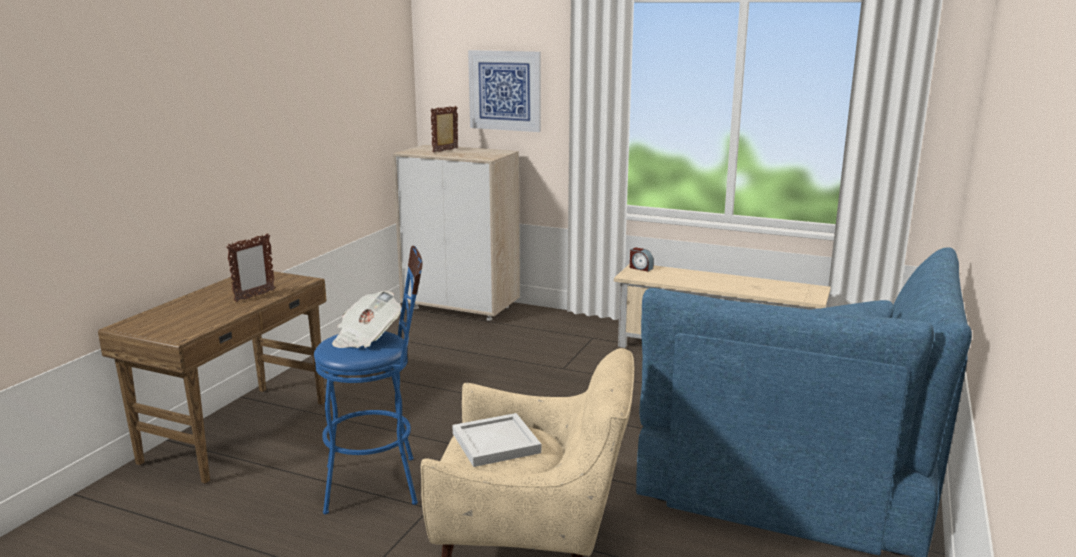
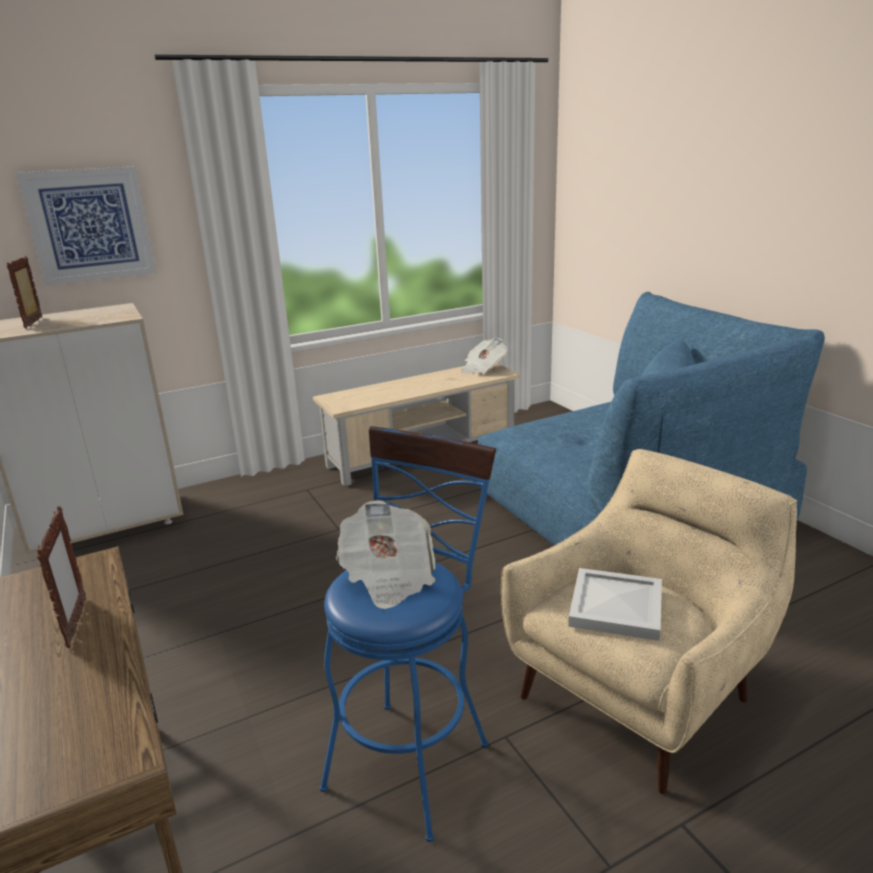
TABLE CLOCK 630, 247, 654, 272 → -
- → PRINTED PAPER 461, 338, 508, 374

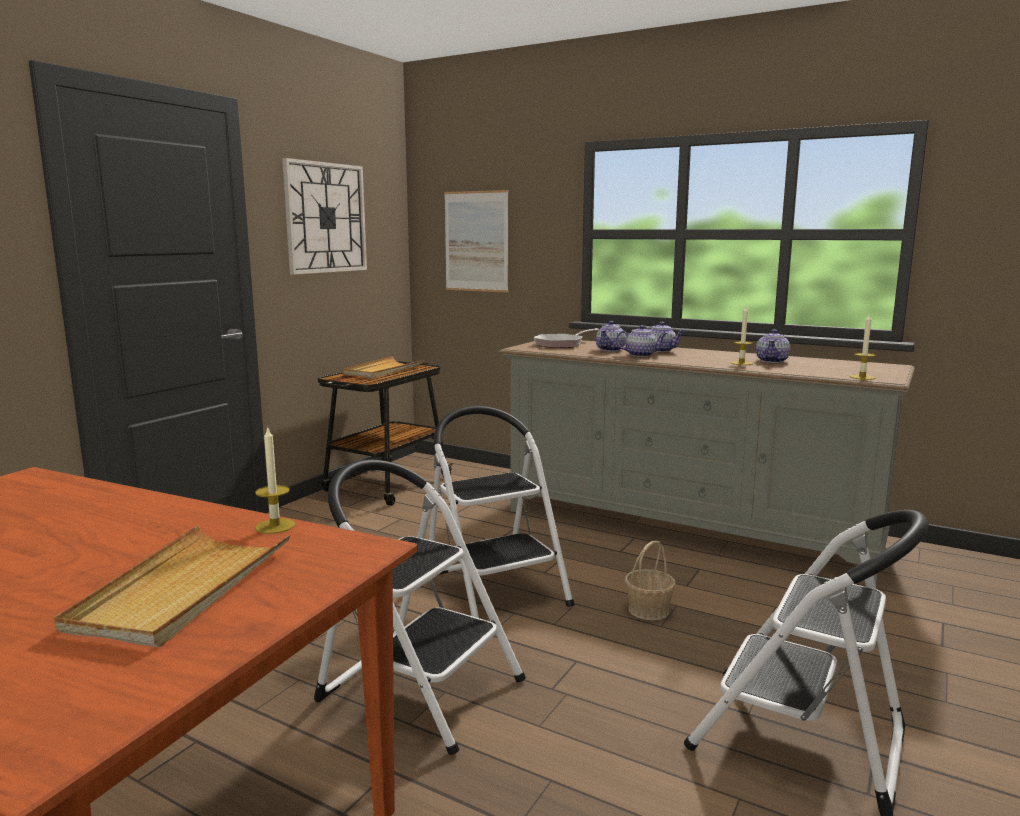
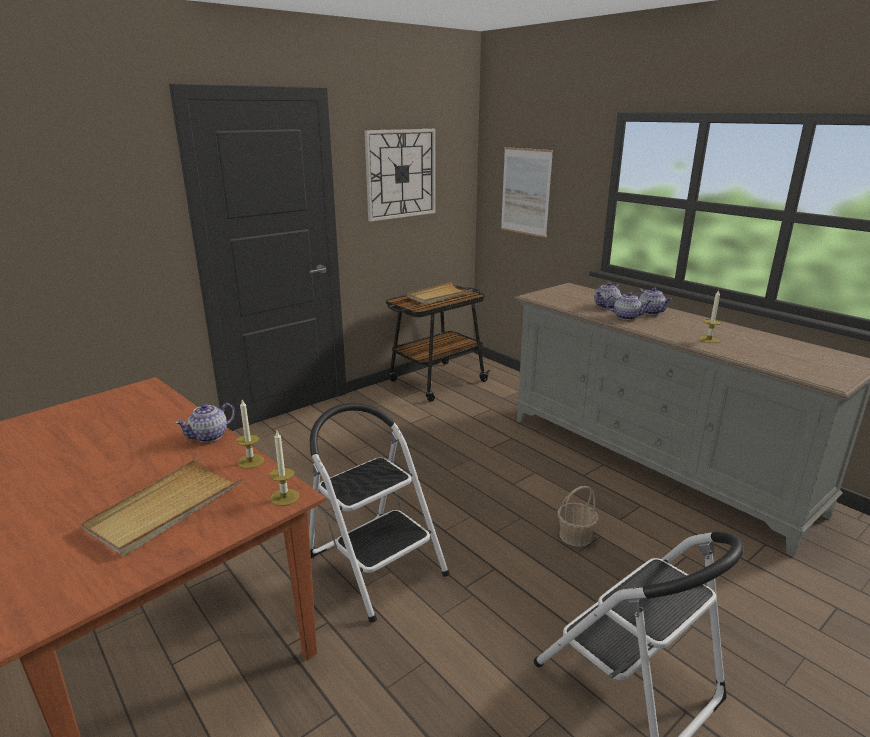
STEP STOOL 429, 406, 574, 618 → -
SKILLET 534, 328, 599, 348 → -
TEAPOT 756, 329, 790, 363 → TEAPOT 175, 403, 235, 443, shifted
CANDLE 849, 314, 876, 380 → CANDLE 269, 431, 299, 506, shifted

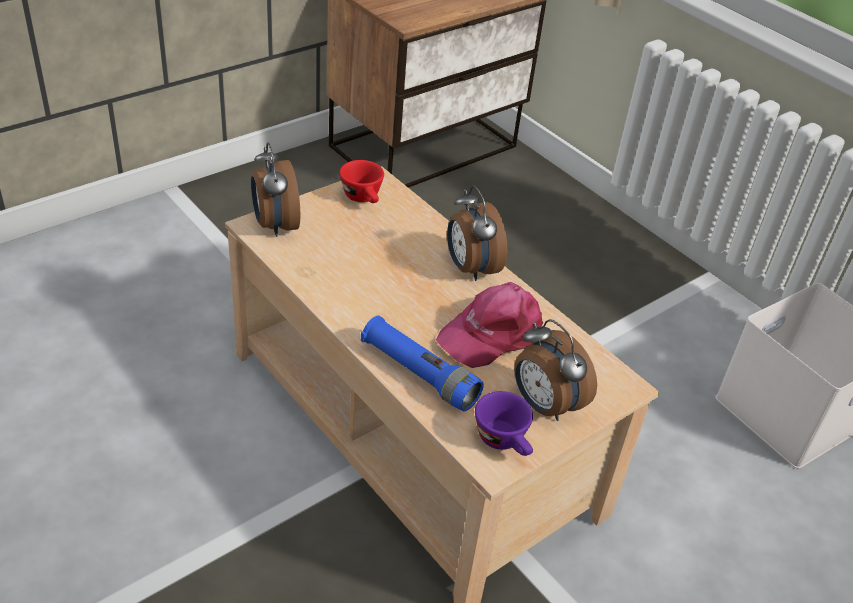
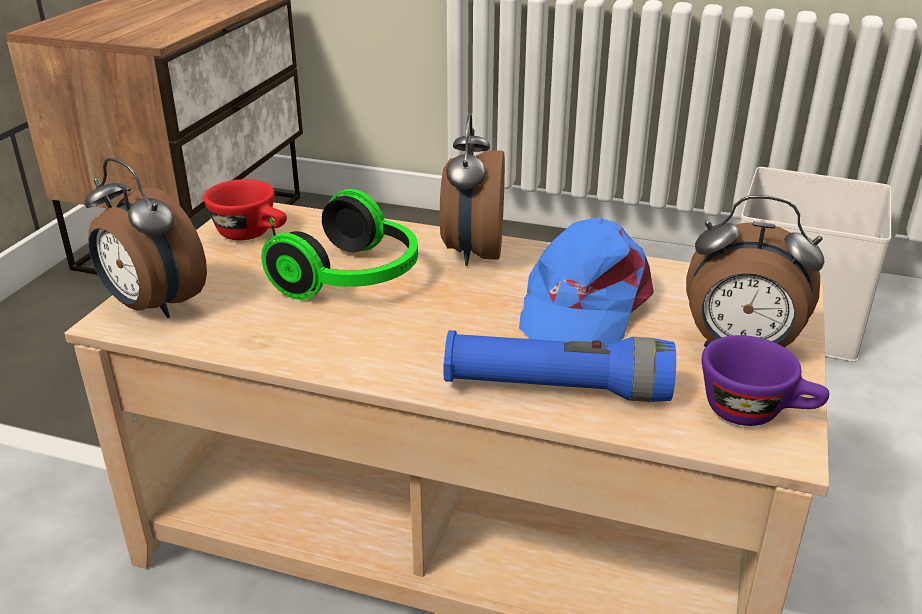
PINK-COLOURED PEAKED CAP 436, 282, 543, 368 → BLUISH PEAKED CAP 519, 217, 654, 344
TABLE CLOCK 447, 185, 507, 281 → TABLE CLOCK 440, 112, 505, 266, 60 degrees clockwise
- → HEADPHONES 261, 189, 418, 300

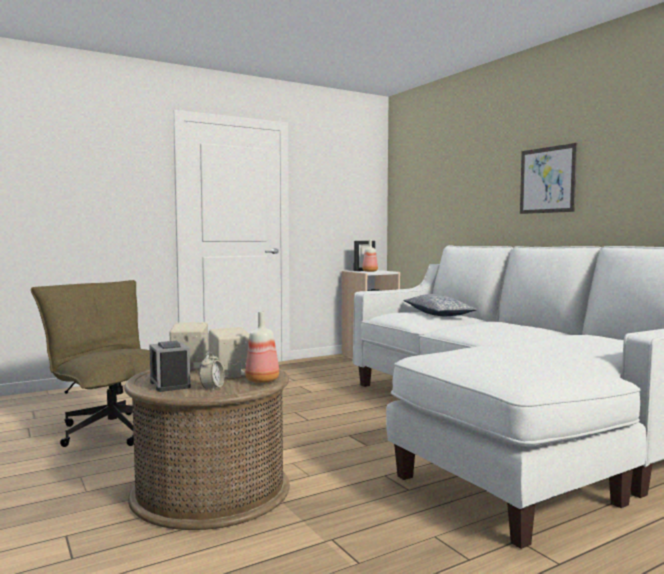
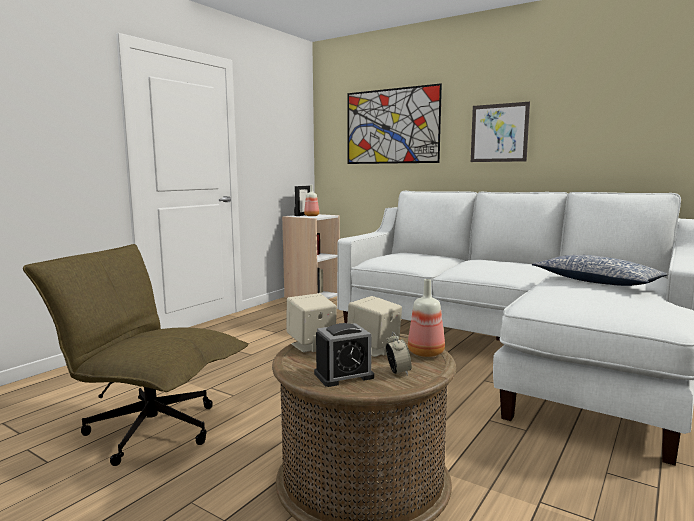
TABLE CLOCK 149, 341, 191, 392 → TABLE CLOCK 314, 323, 374, 387, 60 degrees counterclockwise
PILLOW 404, 294, 477, 316 → PILLOW 532, 255, 669, 286, shifted
- → PICTURE 347, 83, 442, 164

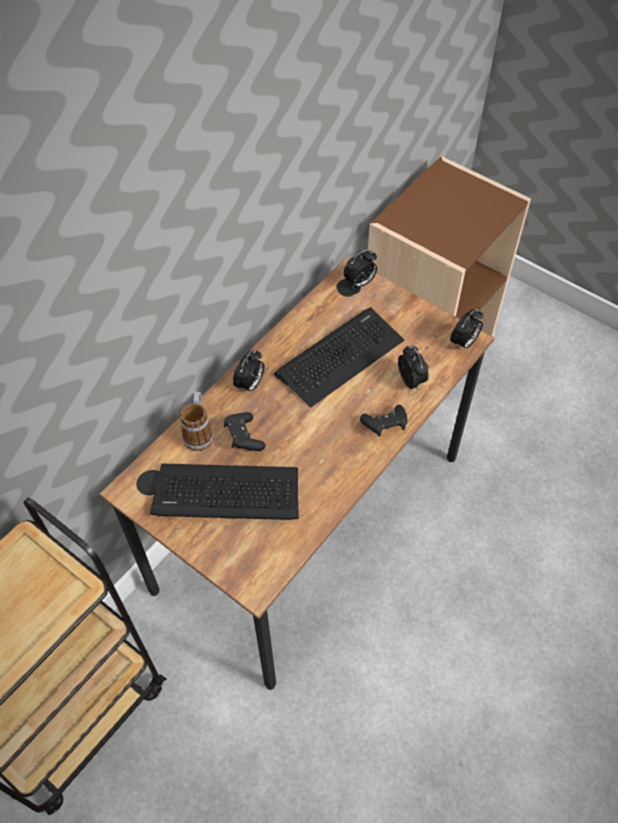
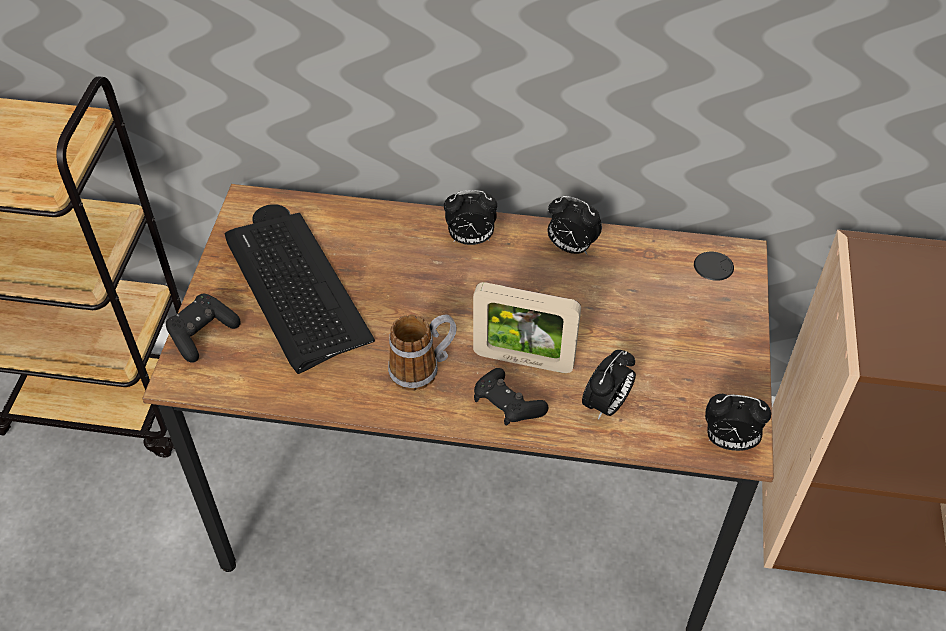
MUG 180, 392, 214, 451 → MUG 388, 315, 457, 391, shifted
BLACK-COLOURED GAME CONTROLLER 224, 412, 265, 451 → BLACK-COLOURED GAME CONTROLLER 166, 294, 241, 363, shifted
PC KEYBOARD 274, 307, 404, 407 → -
TABLE CLOCK 343, 249, 377, 288 → TABLE CLOCK 548, 196, 602, 255, shifted
- → PHOTO FRAME 473, 282, 581, 373

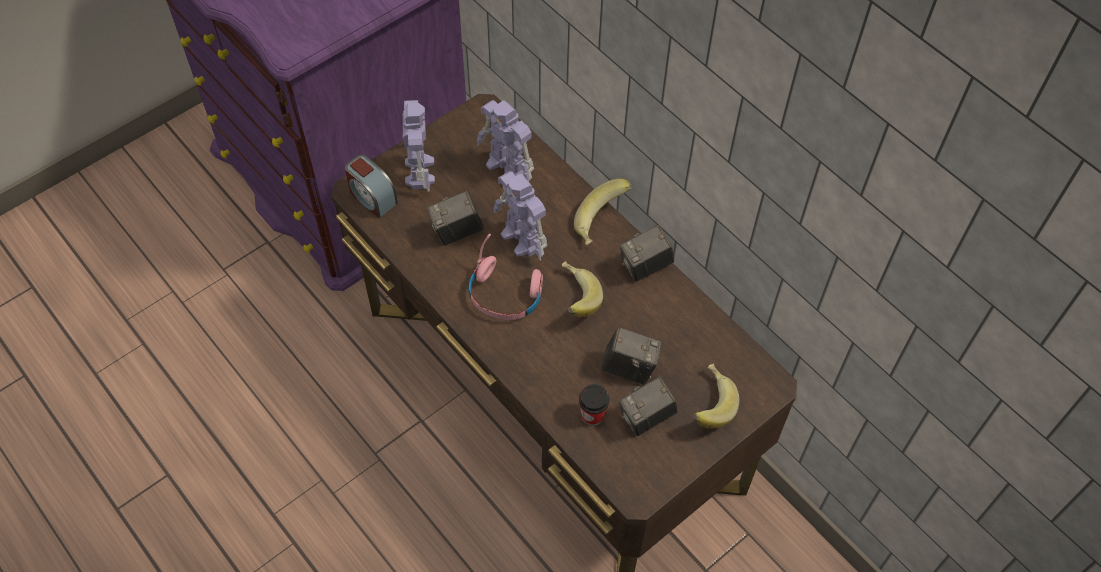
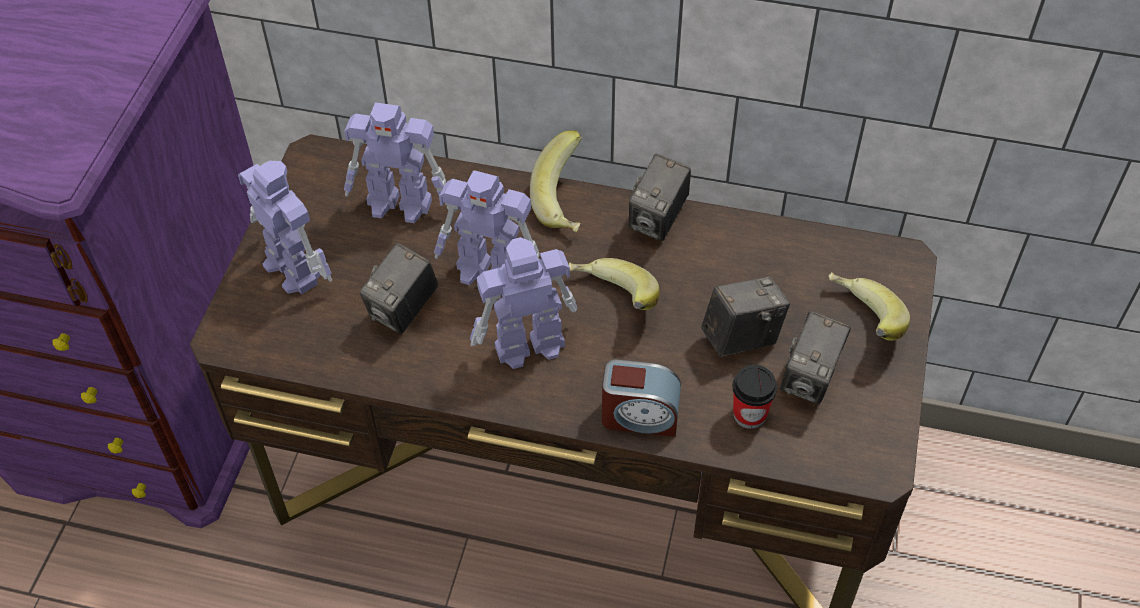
TABLE CLOCK 345, 155, 398, 218 → TABLE CLOCK 602, 359, 681, 437, shifted
PINK-COLOURED HEADPHONES 468, 234, 543, 320 → MODEL ROBOT 470, 237, 578, 369

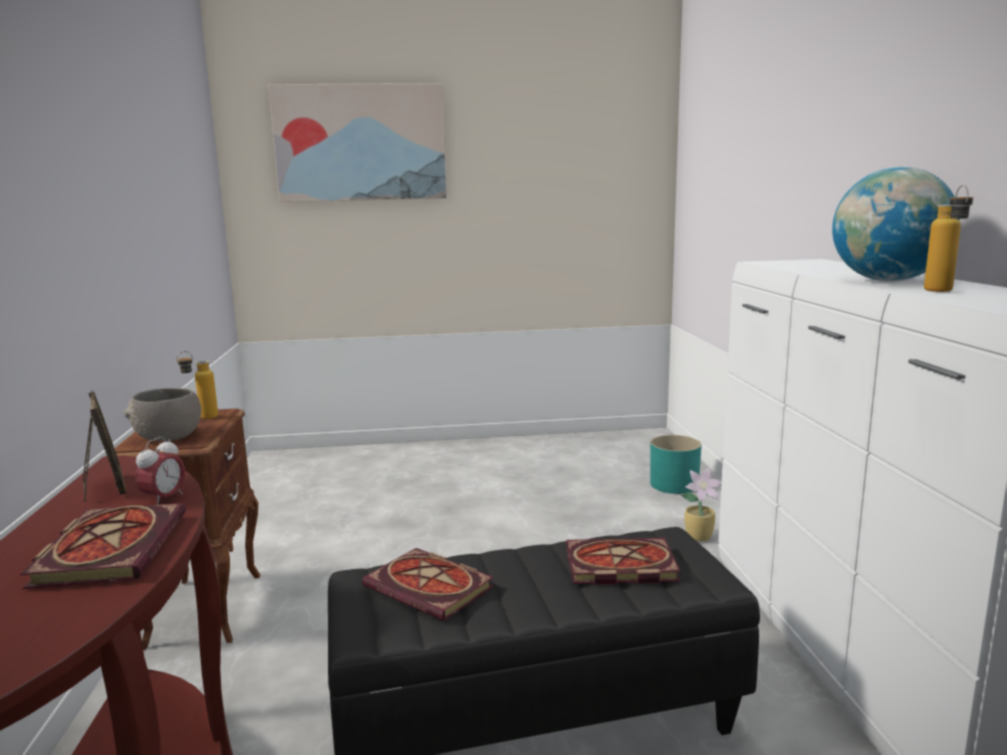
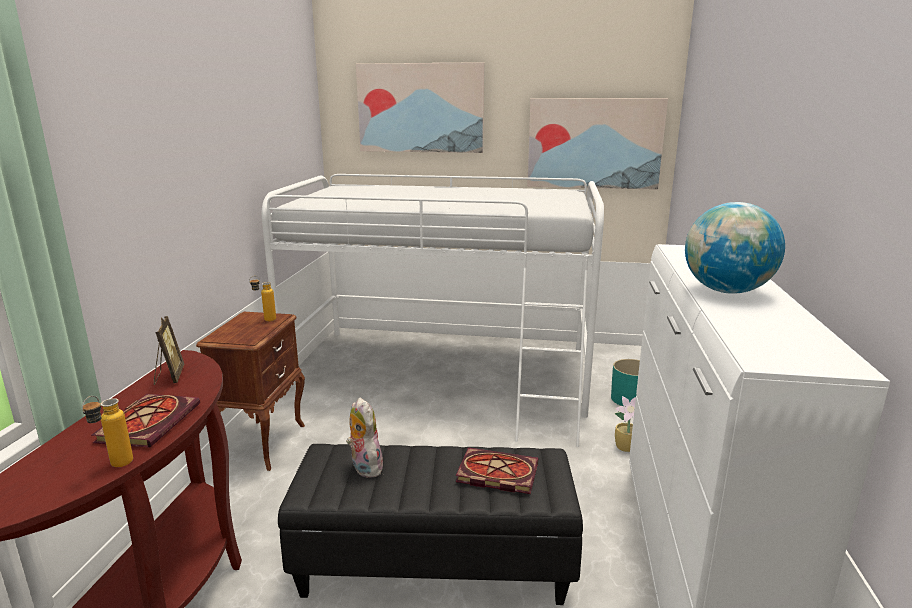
GREY SERVING BOWL 124, 388, 201, 441 → -
TABLE CLOCK 136, 437, 185, 505 → -
BOOK 362, 548, 494, 621 → SOFT TOY 346, 398, 383, 478
BEVERAGE BOTTLE 924, 185, 973, 292 → BEVERAGE BOTTLE 82, 396, 133, 467, shifted
- → WHITE BED 261, 174, 604, 447
- → PICTURE 527, 98, 668, 190

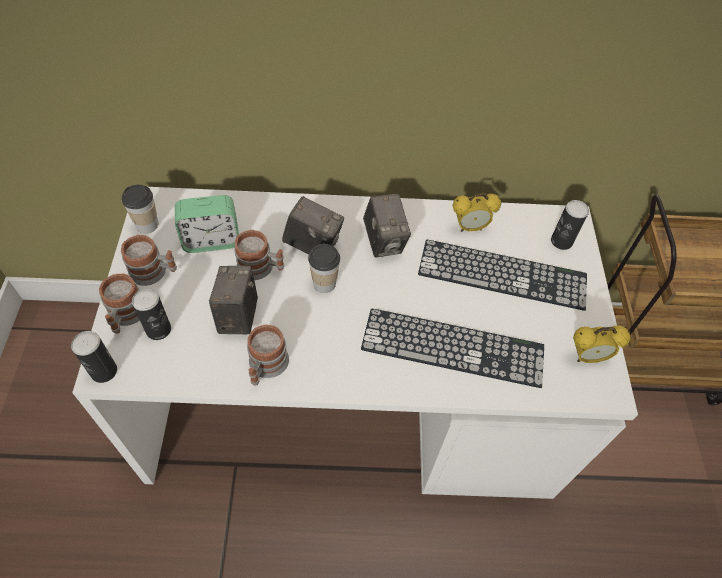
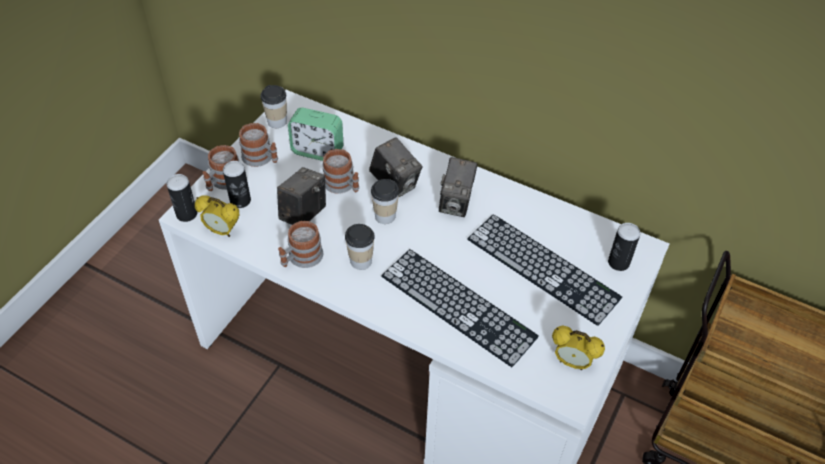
TABLE CLOCK 453, 193, 501, 232 → TABLE CLOCK 195, 195, 239, 237, shifted
- → DRINKING CUP 345, 224, 375, 270

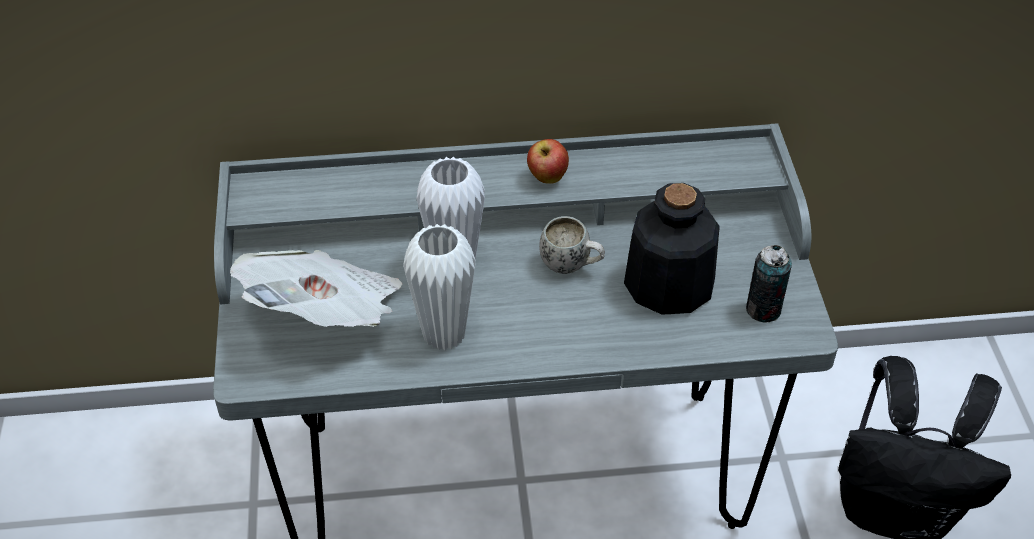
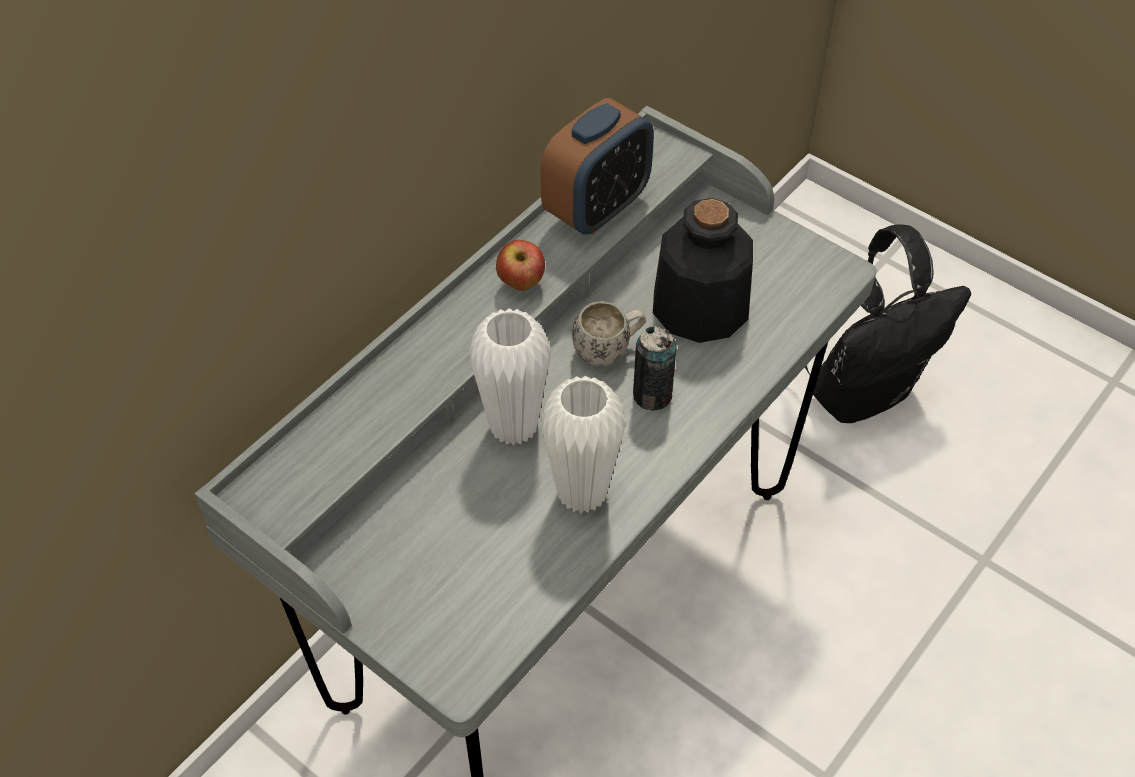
PRINTED PAPER 230, 250, 403, 327 → -
SEALED CAN 746, 245, 792, 323 → SEALED CAN 633, 326, 677, 411, shifted
- → TABLE CLOCK 541, 98, 654, 235

